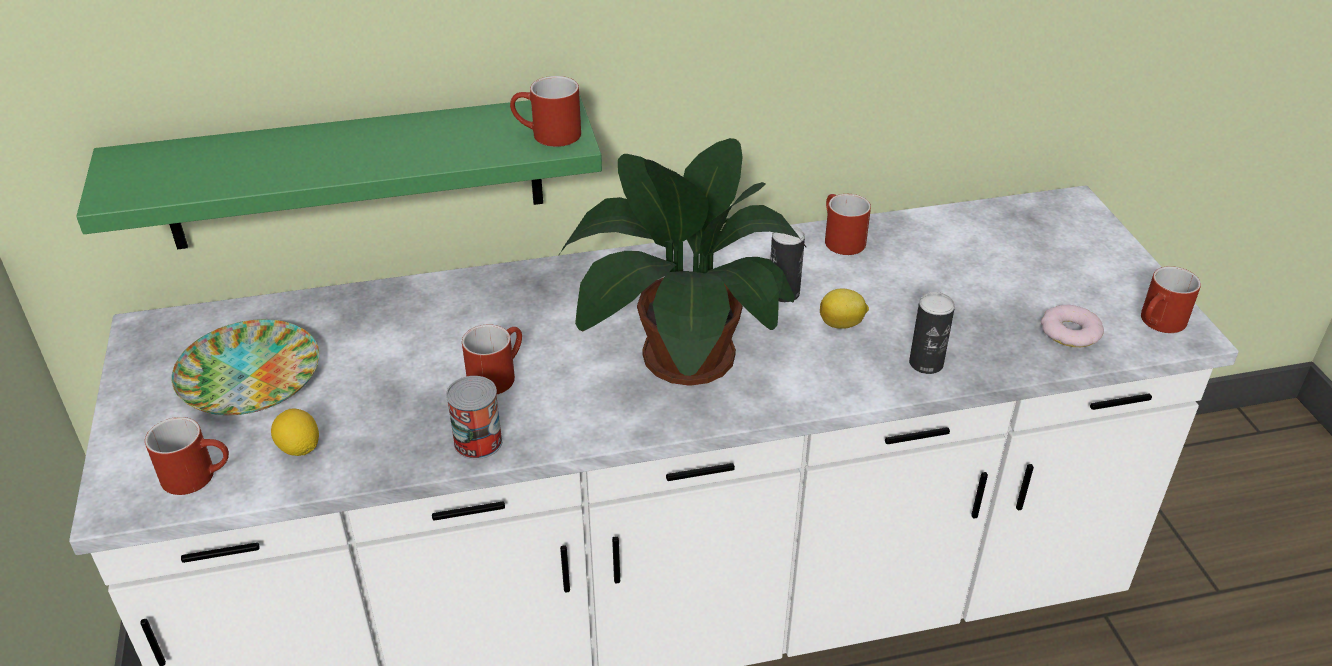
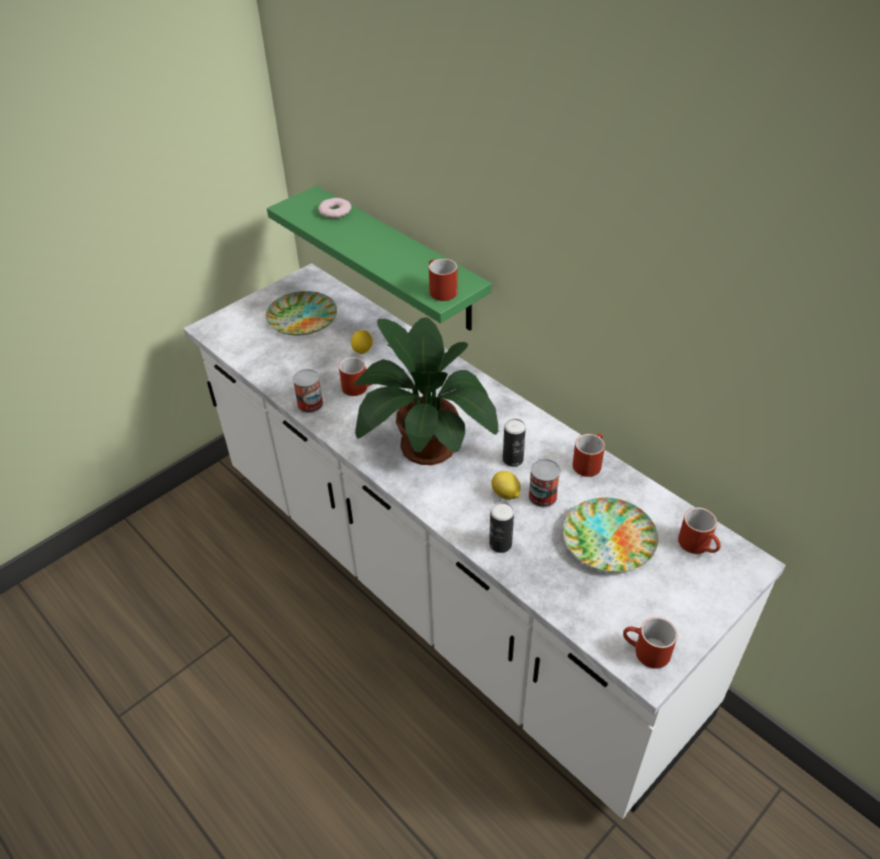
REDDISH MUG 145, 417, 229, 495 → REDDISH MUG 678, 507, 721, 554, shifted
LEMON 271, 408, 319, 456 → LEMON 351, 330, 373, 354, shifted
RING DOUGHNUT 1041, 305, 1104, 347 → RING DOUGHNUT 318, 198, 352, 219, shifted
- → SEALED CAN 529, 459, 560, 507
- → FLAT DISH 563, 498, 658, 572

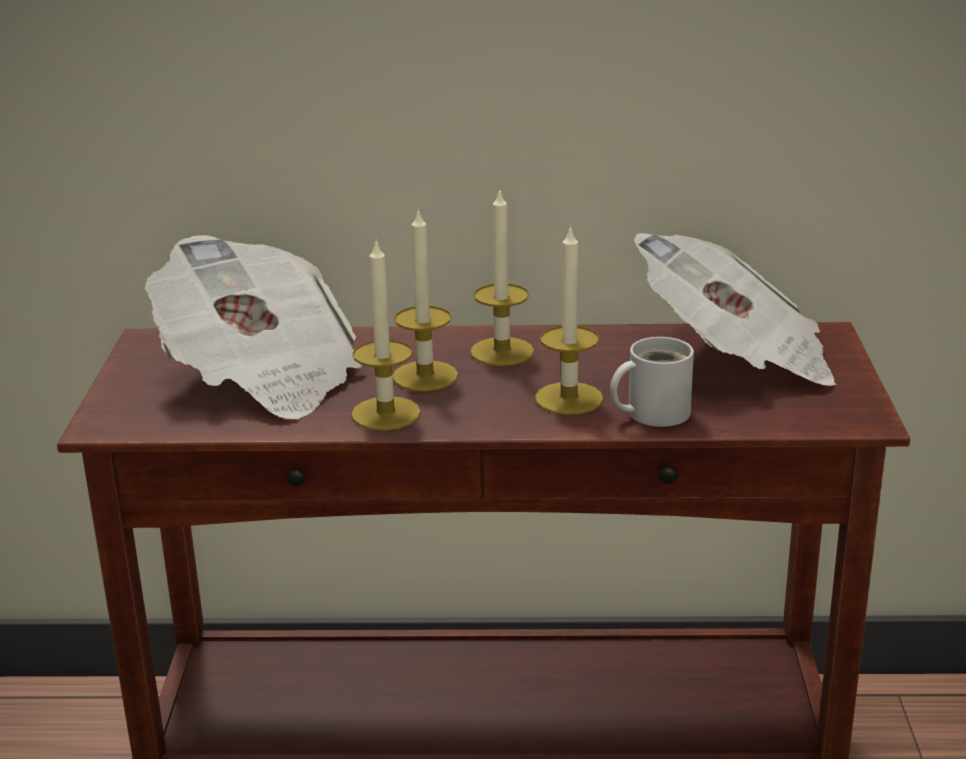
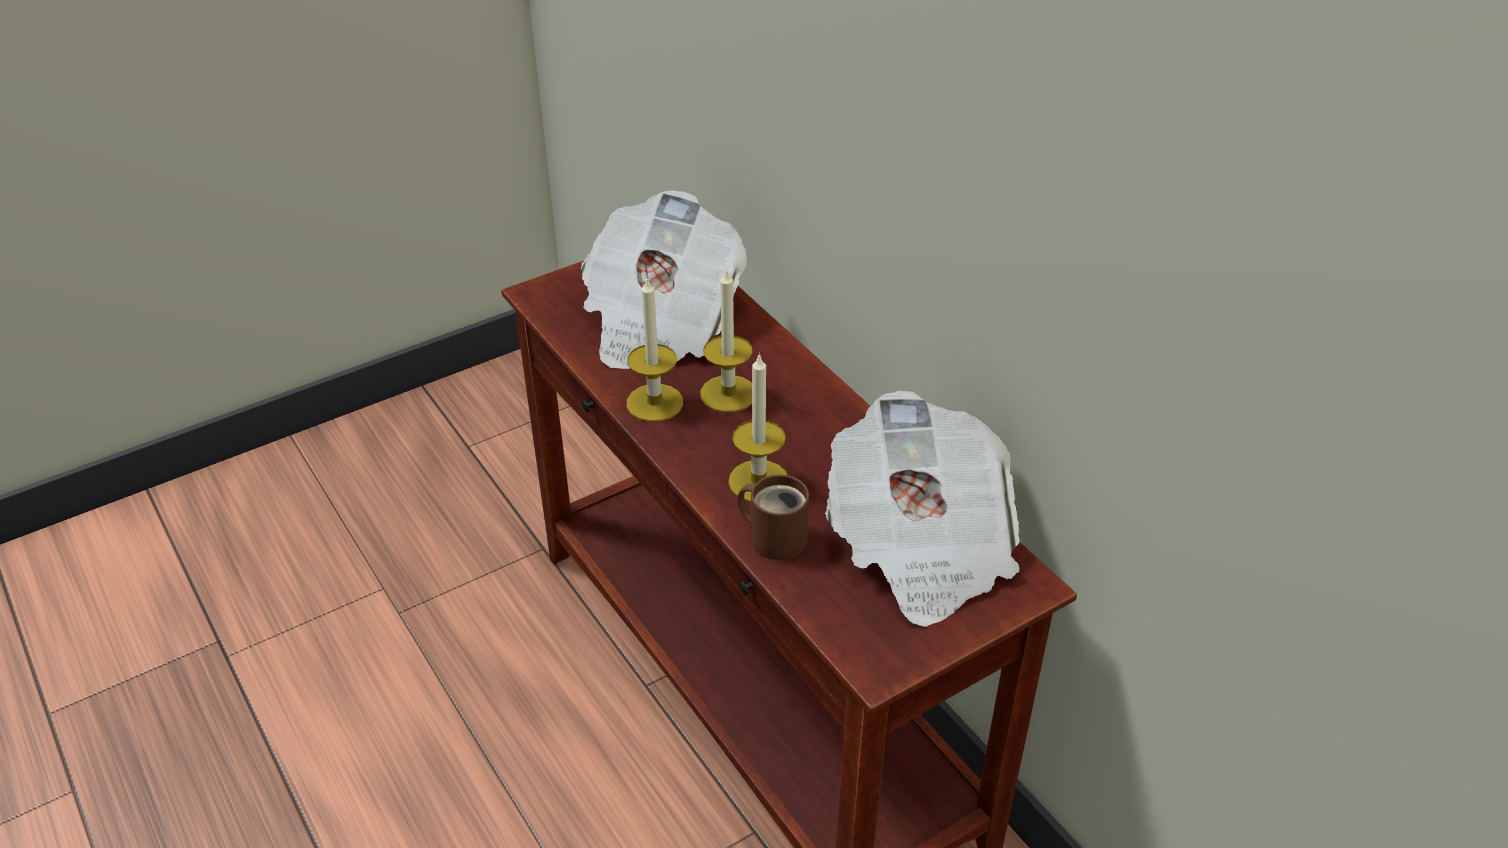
CANDLE 470, 187, 534, 366 → -
WHITE MUG 610, 337, 694, 427 → BROWN MUG 737, 475, 809, 560

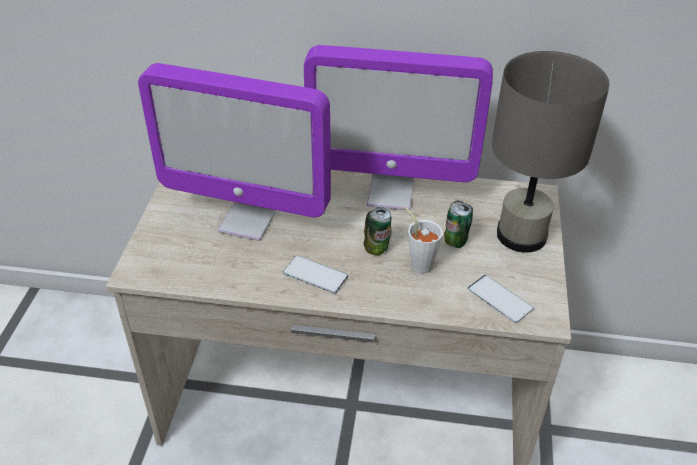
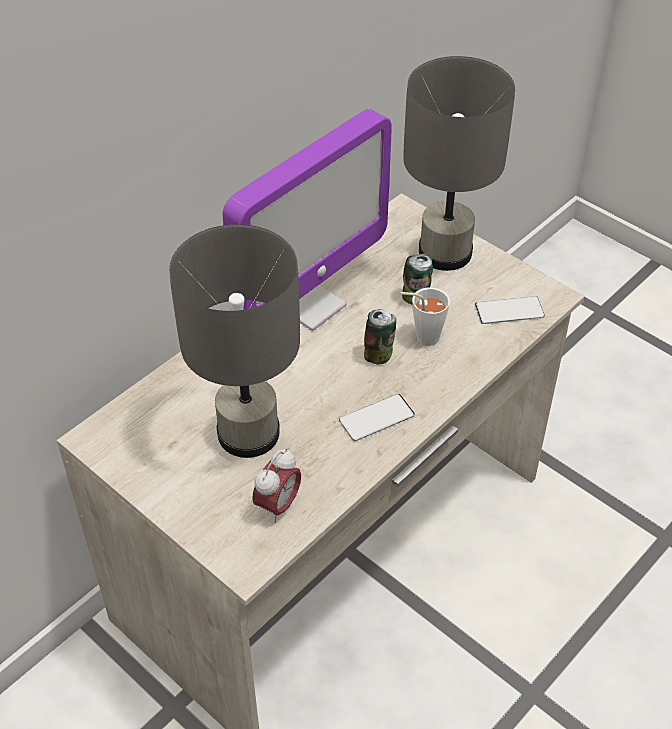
COMPUTER SCREEN 138, 63, 331, 241 → GREY TABLETOP LAMP 169, 224, 300, 458
- → TABLE CLOCK 252, 448, 301, 523

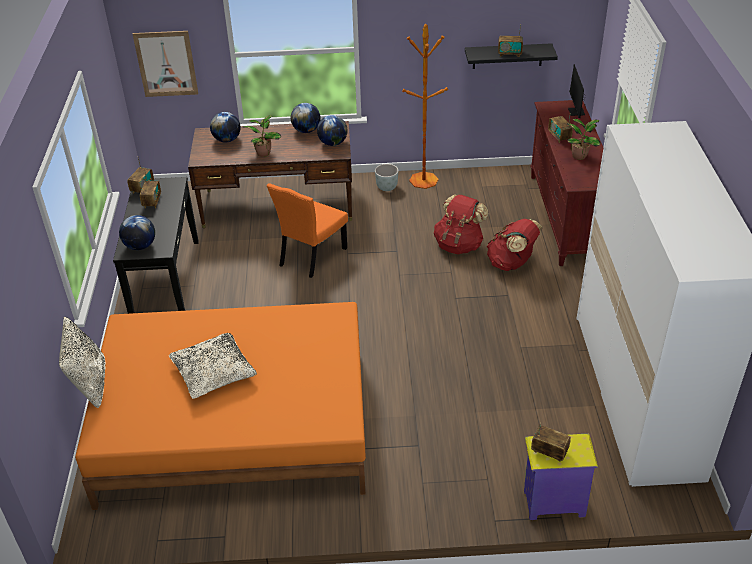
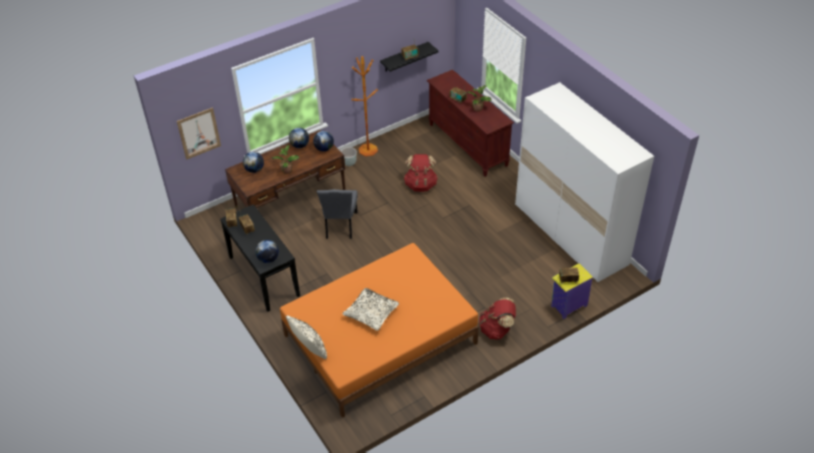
ORANGEY UPRIGHT CHAIR 267, 183, 348, 278 → GREY UPRIGHT CHAIR 317, 189, 358, 239
REDDISH RUCKSACK 487, 219, 543, 271 → REDDISH RUCKSACK 479, 297, 516, 340, shifted
COMPUTER SCREEN 568, 64, 585, 118 → -

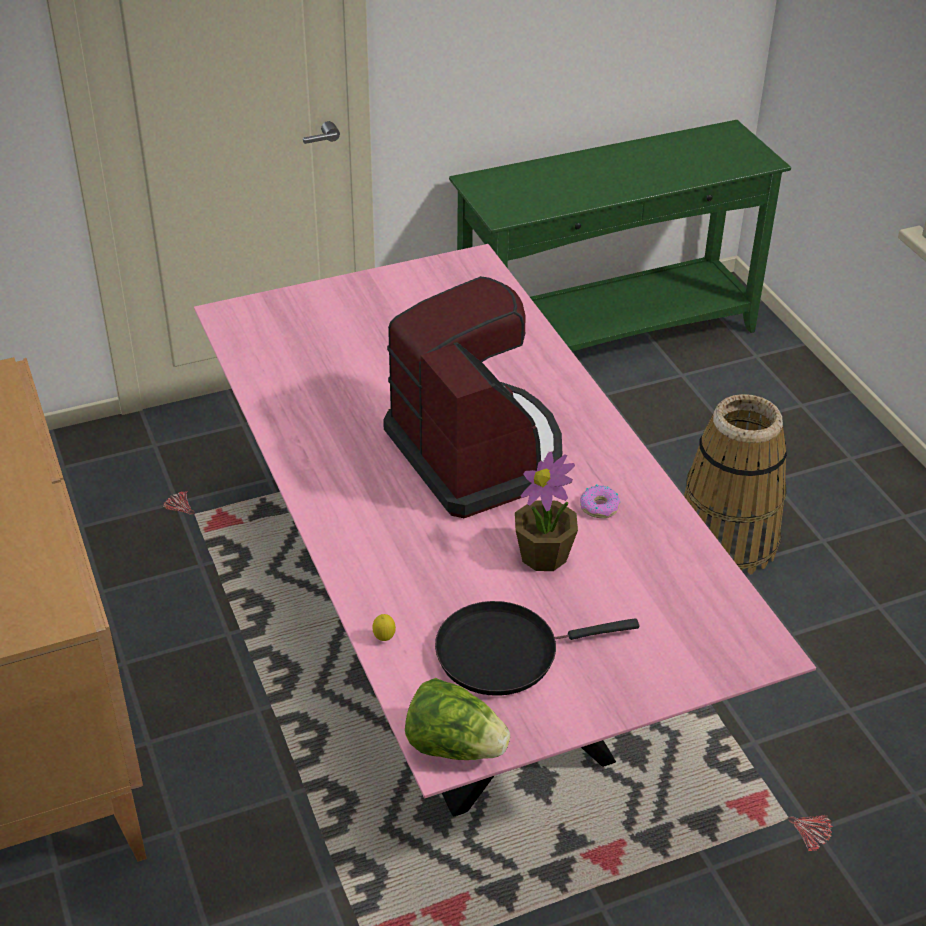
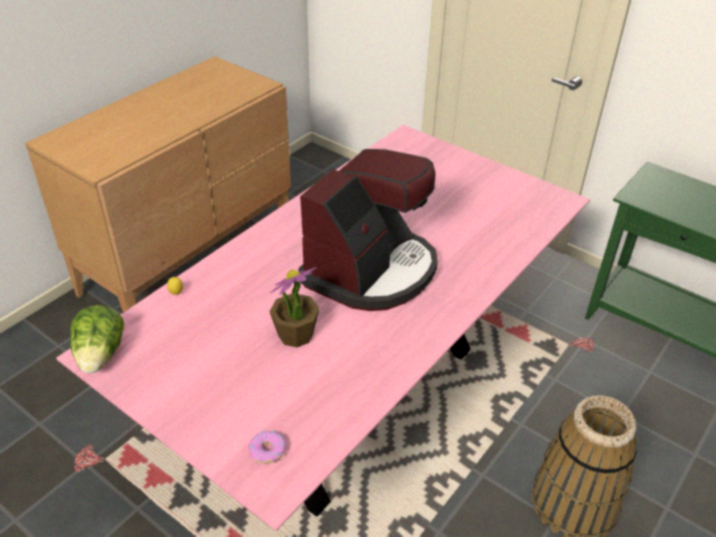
BLACK-COLOURED SKILLET 435, 601, 639, 696 → -
RING DOUGHNUT 580, 485, 620, 518 → RING DOUGHNUT 249, 431, 286, 463, shifted

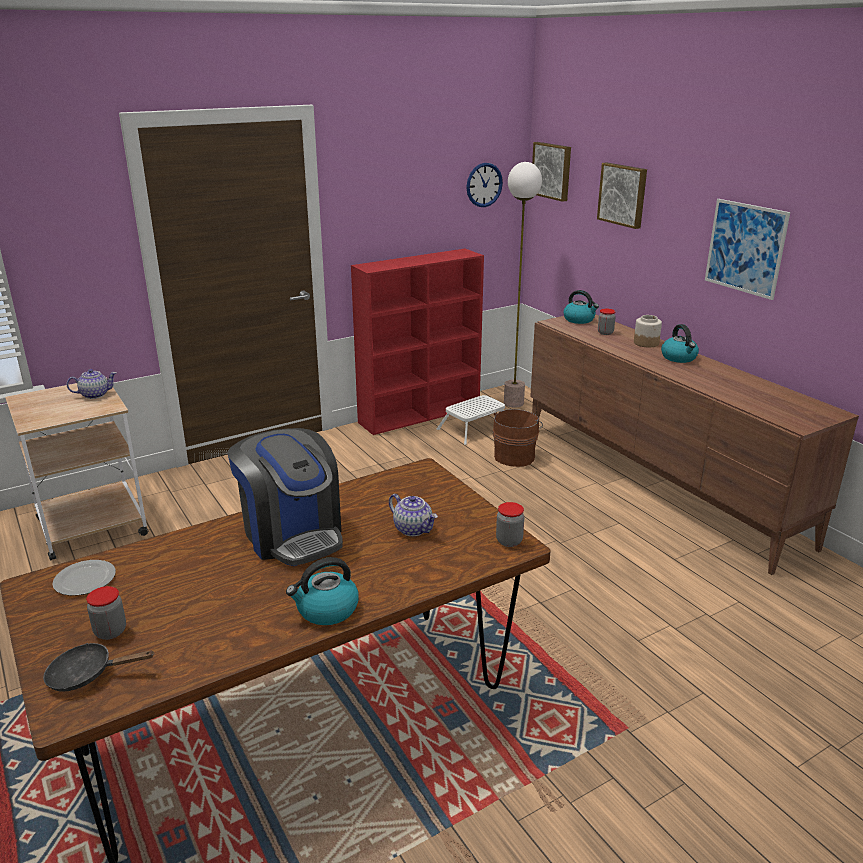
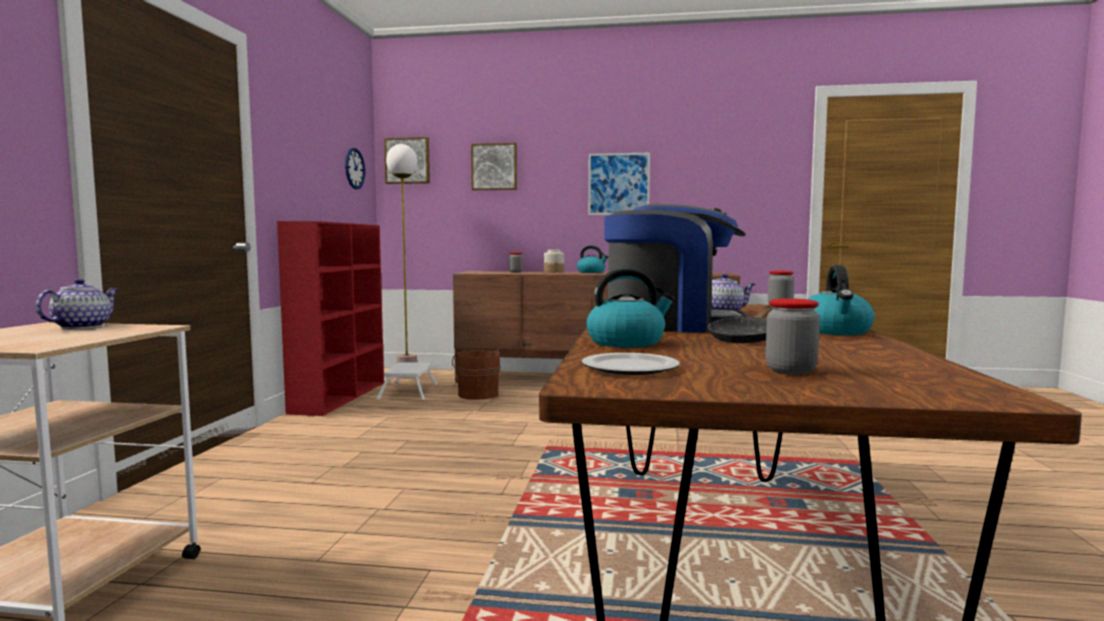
BLACK-COLOURED SKILLET 43, 643, 155, 692 → BLACK-COLOURED SKILLET 708, 306, 773, 343, shifted
WATER KETTLE 563, 290, 599, 324 → WATER KETTLE 586, 268, 675, 347, shifted

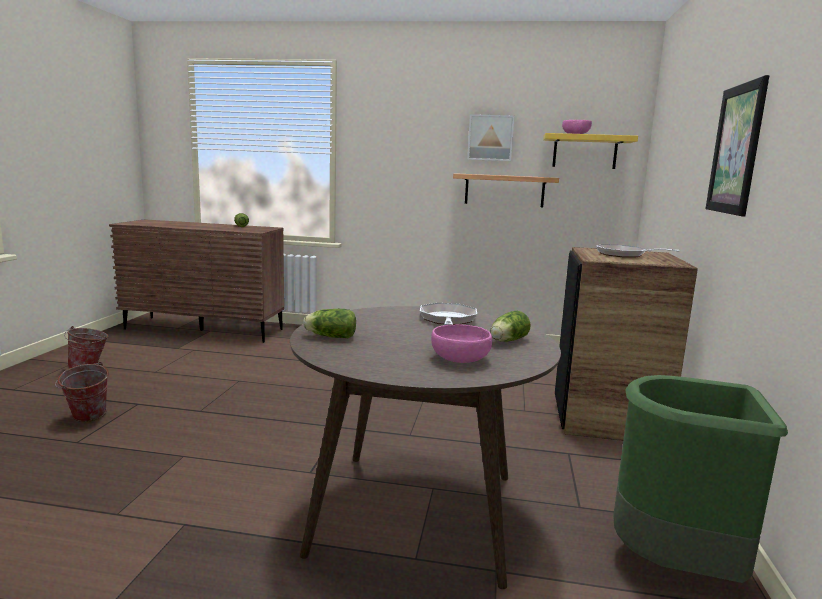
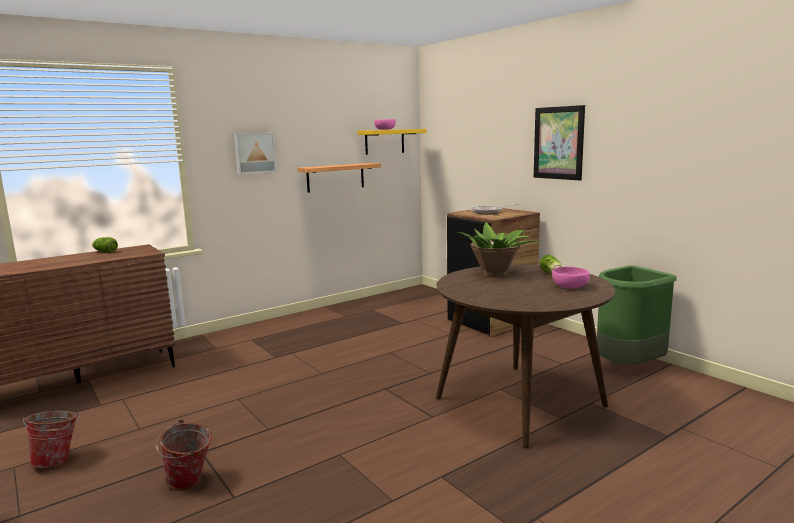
HEAD OF LETTUCE 303, 309, 356, 338 → -
SKILLET 420, 303, 477, 325 → POTTED PLANT 457, 222, 541, 277
PICTURE 467, 114, 515, 161 → PICTURE 234, 133, 277, 174, shifted

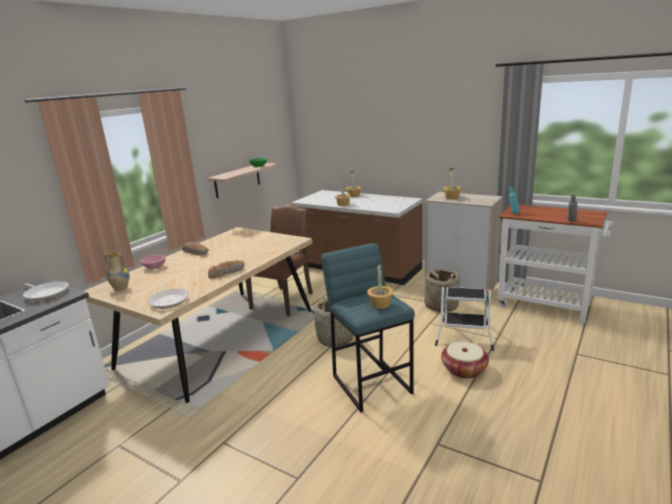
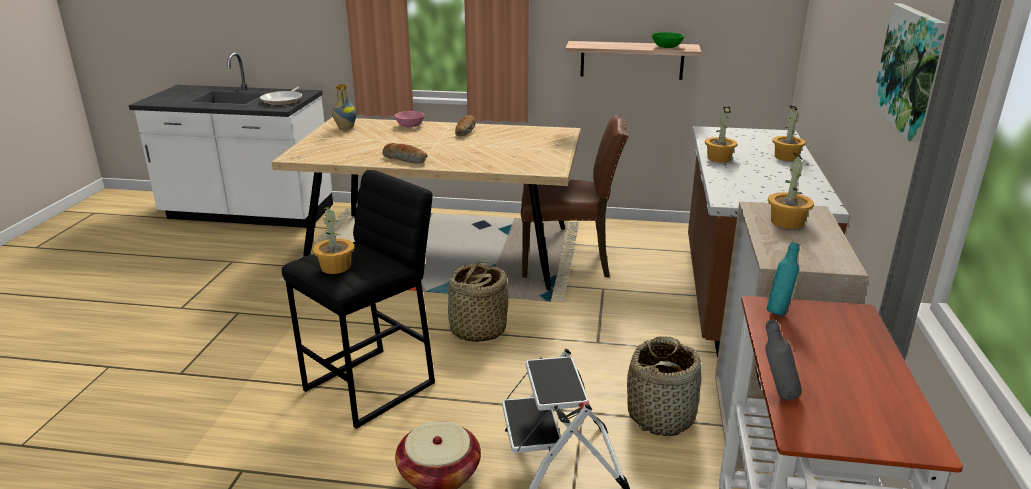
SKILLET 148, 283, 189, 309 → -
TURQUOISE SITTING STOOL 321, 243, 415, 412 → BLACK-COLOURED SITTING STOOL 282, 170, 435, 429
- → PICTURE 871, 3, 947, 142

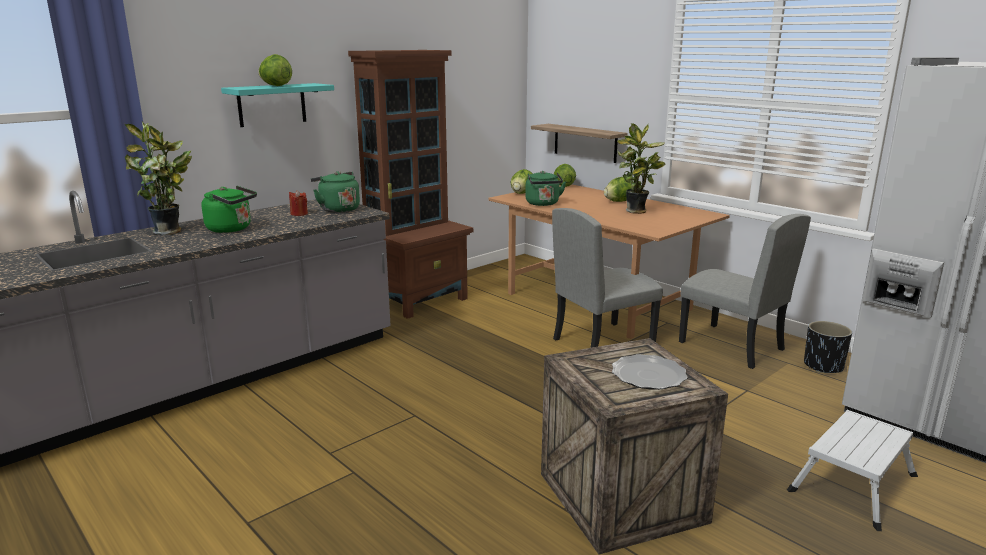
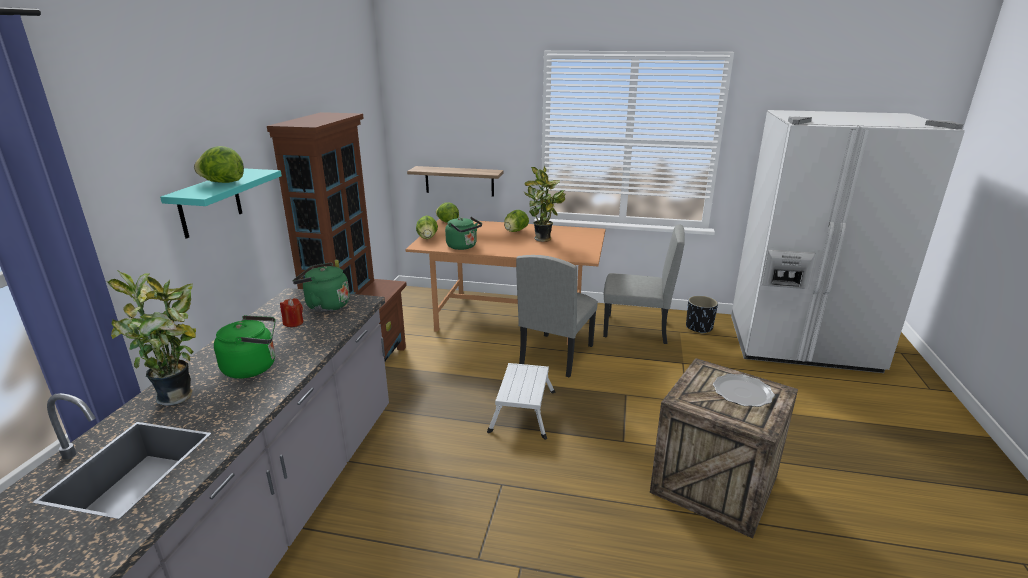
WHITE STEP STOOL 787, 410, 918, 531 → WHITE STEP STOOL 487, 363, 555, 440, shifted

